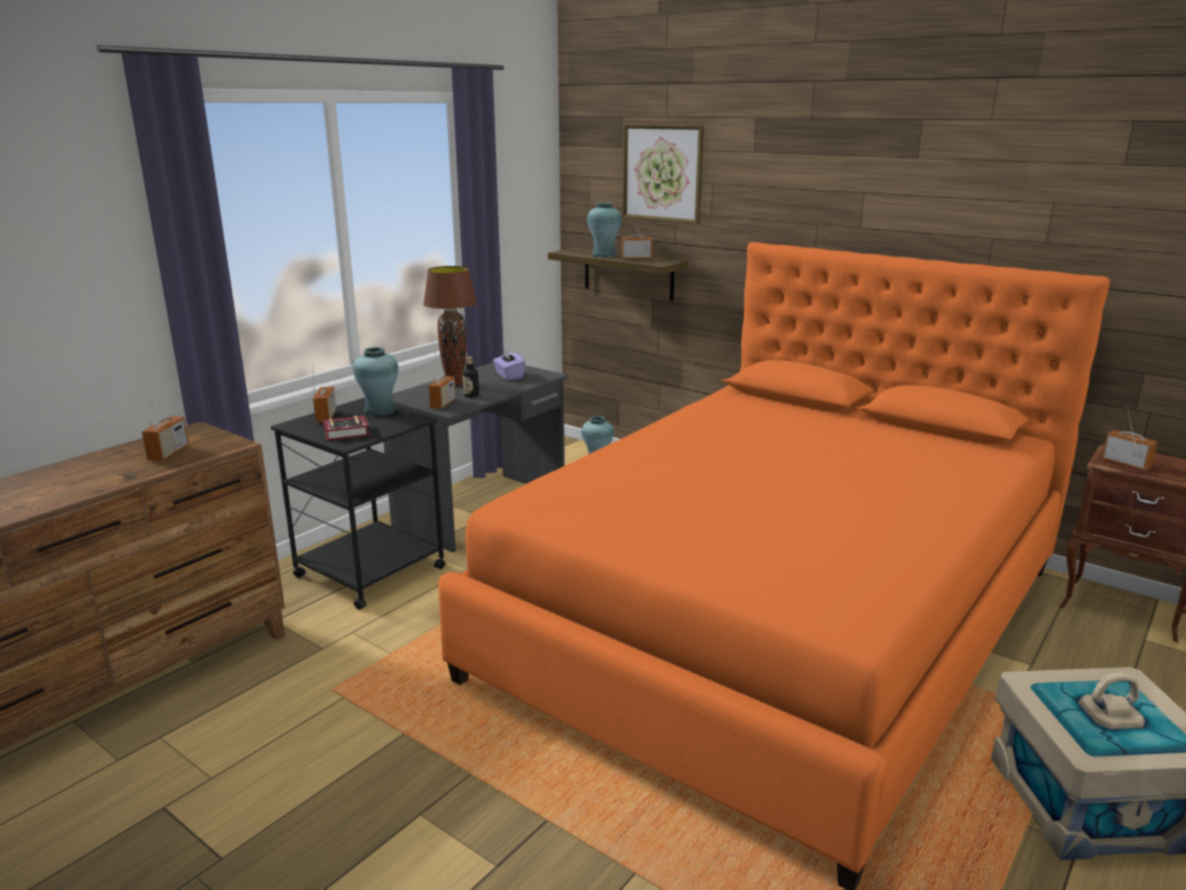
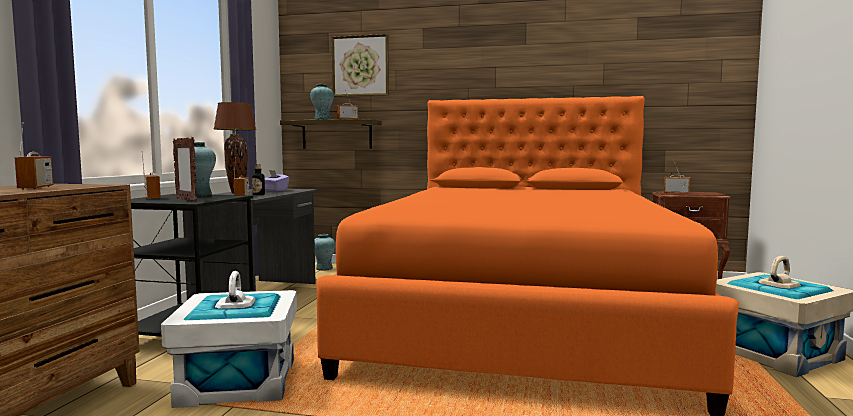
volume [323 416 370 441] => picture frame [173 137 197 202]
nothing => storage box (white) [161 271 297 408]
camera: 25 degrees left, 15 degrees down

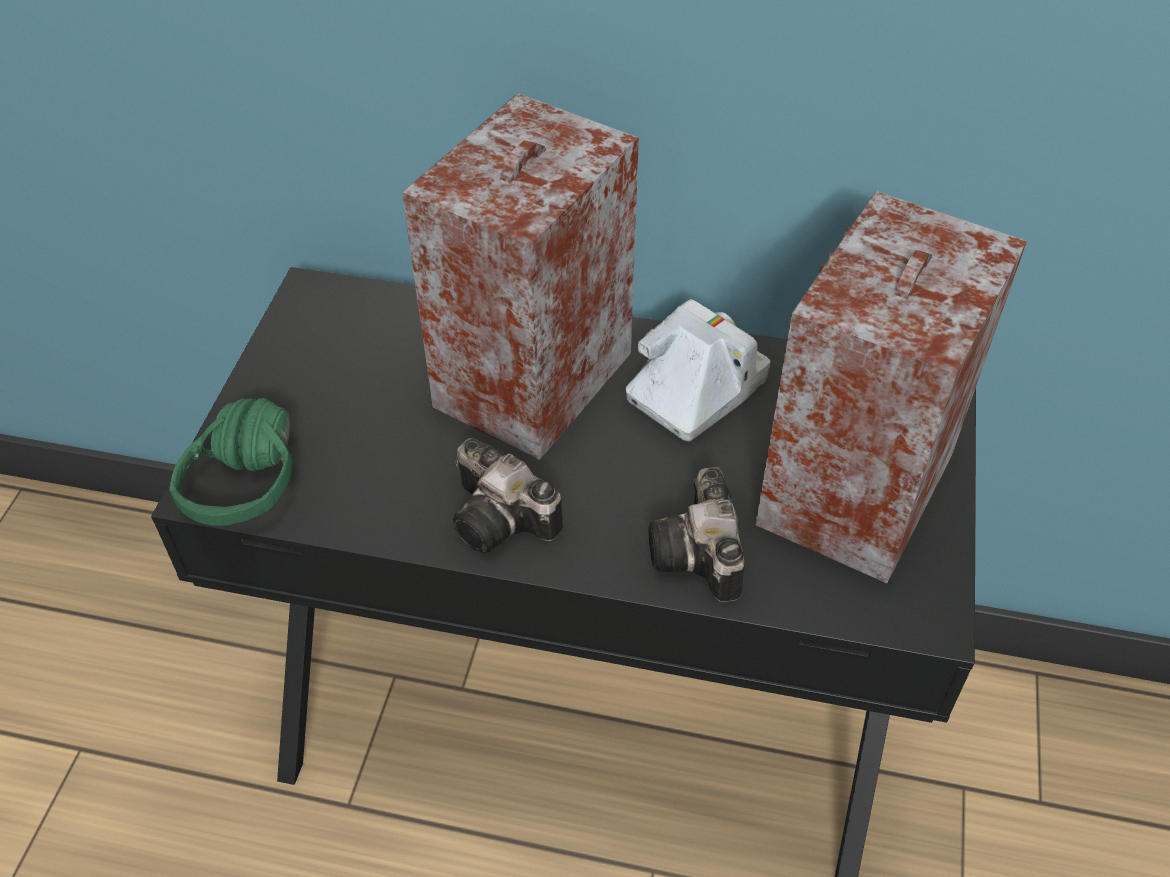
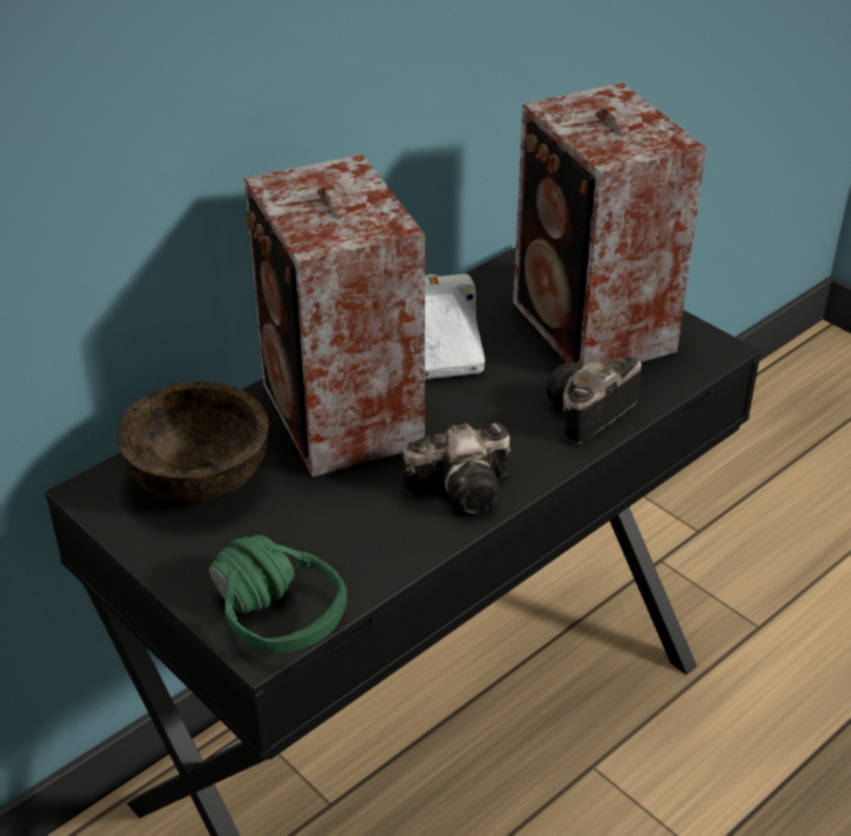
still camera [648 467 745 602] => still camera [546 357 641 444], 105 degrees clockwise
nothing => serving bowl (brownish) [116 382 269 503]
camera: 55 degrees left, 10 degrees down

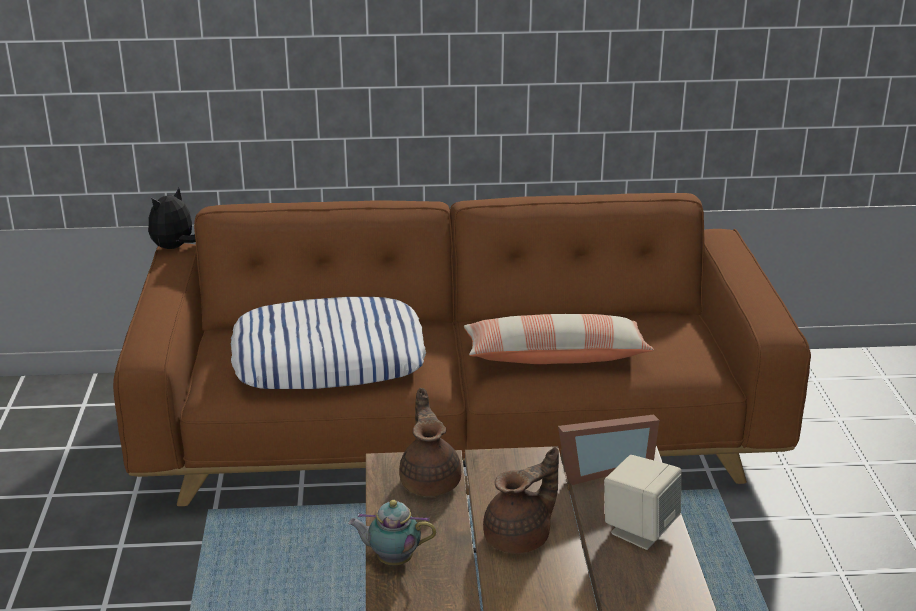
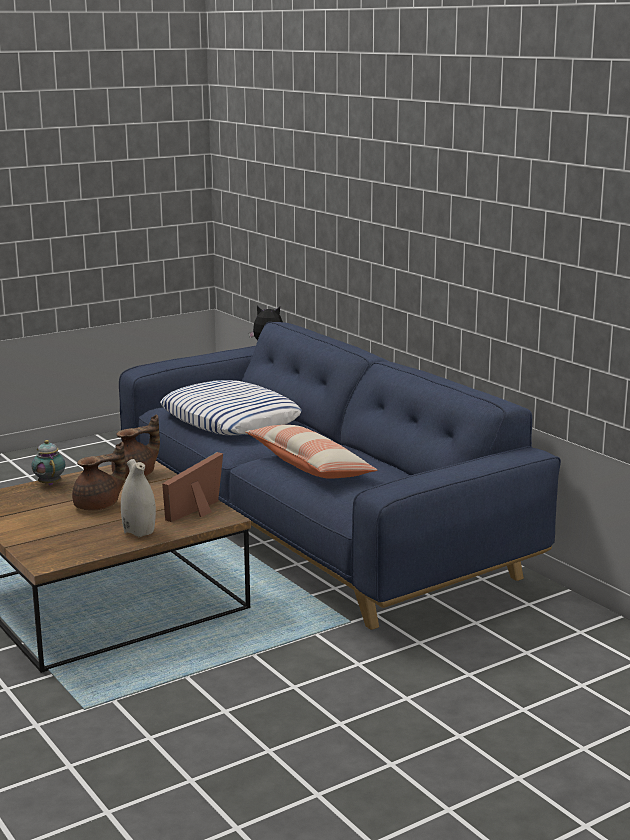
sofa (brownish) [113 193 811 506] => sofa (blue) [119 322 561 630]
tea pot (brownish) [483 447 559 554] => tea pot (brownish) [72 442 126 511], 60 degrees counterclockwise
picture frame [558 415 659 485] => picture frame [162 452 223 522], 90 degrees clockwise
loudspeaker (beige-coloured) [604 455 681 550] => flower vase (white) [121 459 156 537]
camera: 60 degrees right, 10 degrees down

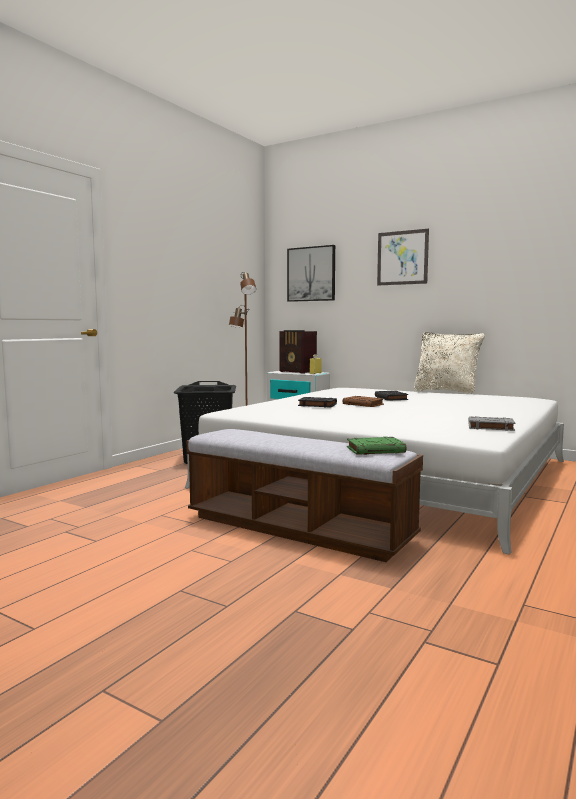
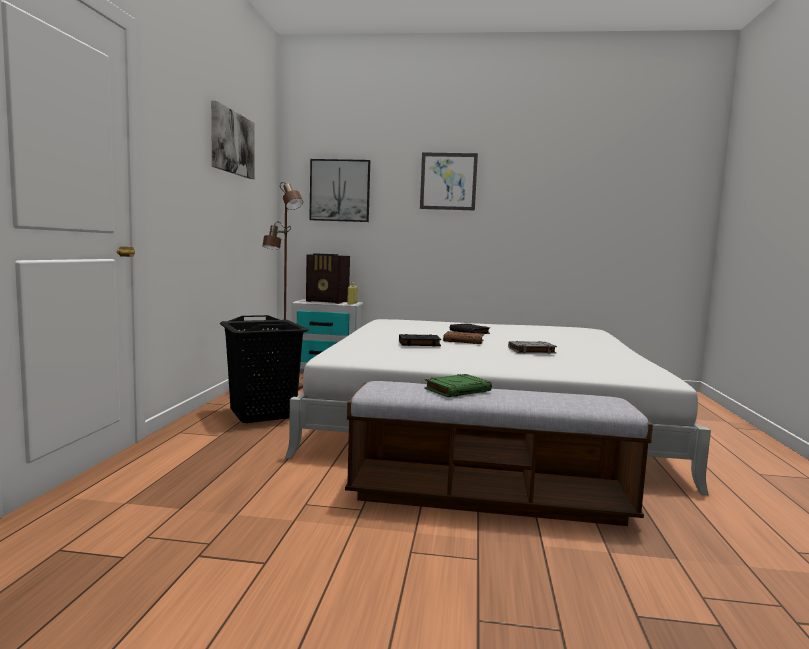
volume (green) [347 437 406 455] => volume (green) [424 374 492 397], move
throw pillow (beige-coloured) [414 332 485 394] => nothing
volume (greyish) [468 416 515 431] => volume (greyish) [508 341 557 354], move
nothing => wall art [211 101 255 179]
camera: 25 degrees left, 0 degrees up

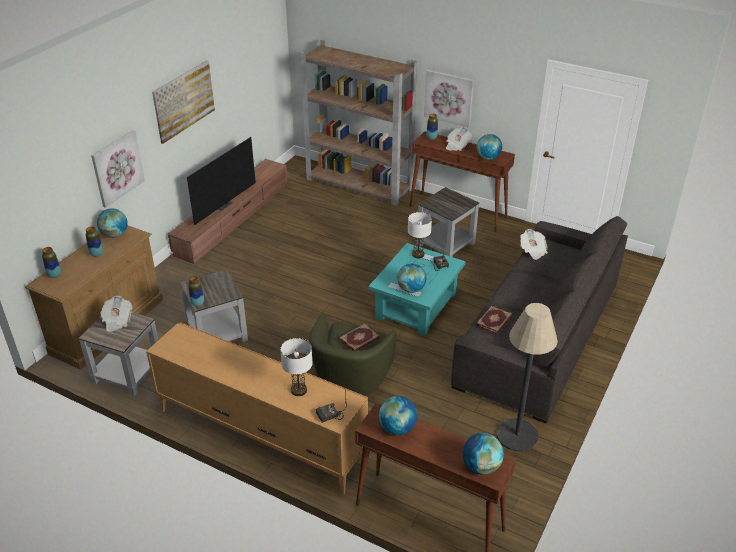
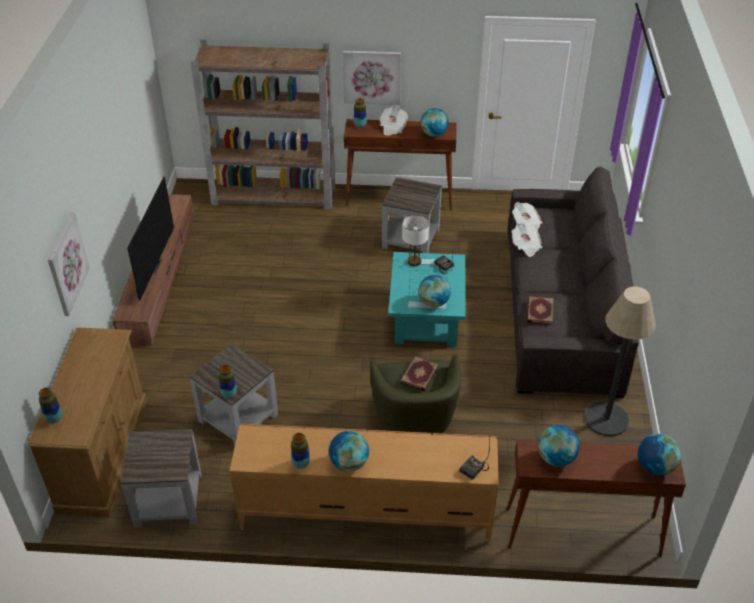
flower vase [86 226 103 257] => flower vase [291 433 310 469], move
world globe [97 208 128 238] => world globe [329 431 369 472], move
daily paper [100 296 132 332] => daily paper [512 222 542 257], move
wall art [152 61 215 144] => nothing
lamp for a table [280 338 312 396] => nothing
camera: 25 degrees left, 5 degrees up

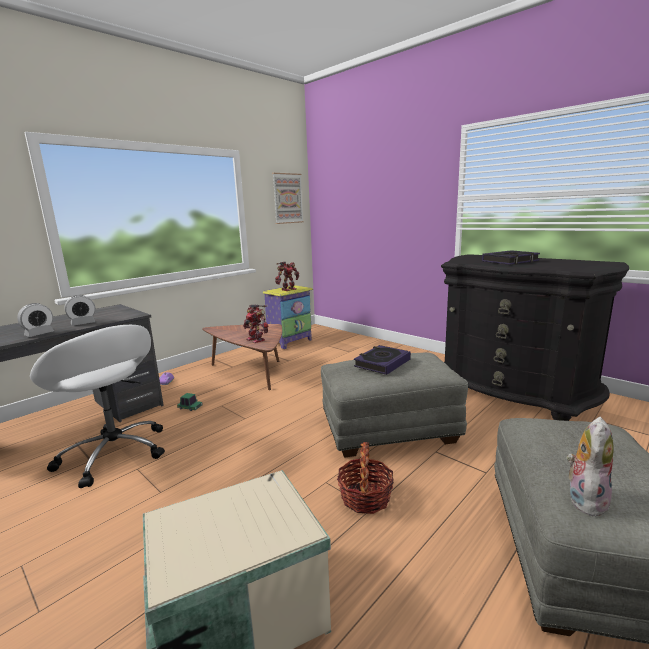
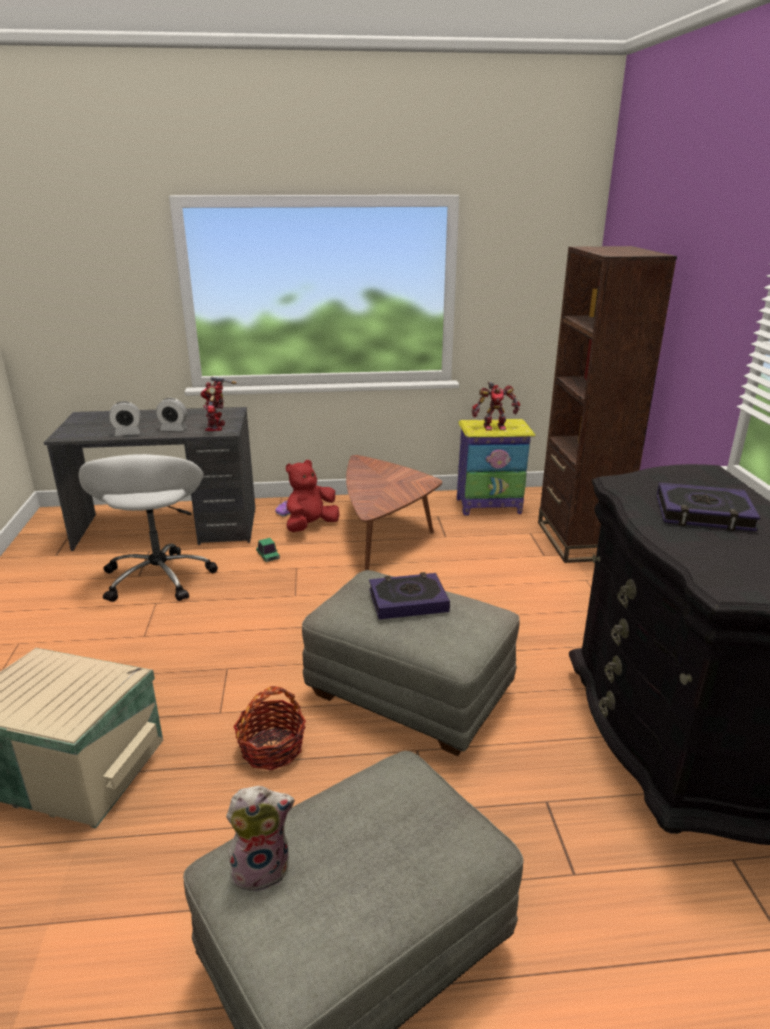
toy robot [243 305 268 343] => toy robot [201 377 237 431], move
wall art [272 173 304 224] => nothing
nothing => cuddly toy (reddish) [286 460 339 532]
nothing => bookshelf (brownish) [538 246 677 563]
camera: 40 degrees right, 10 degrees up

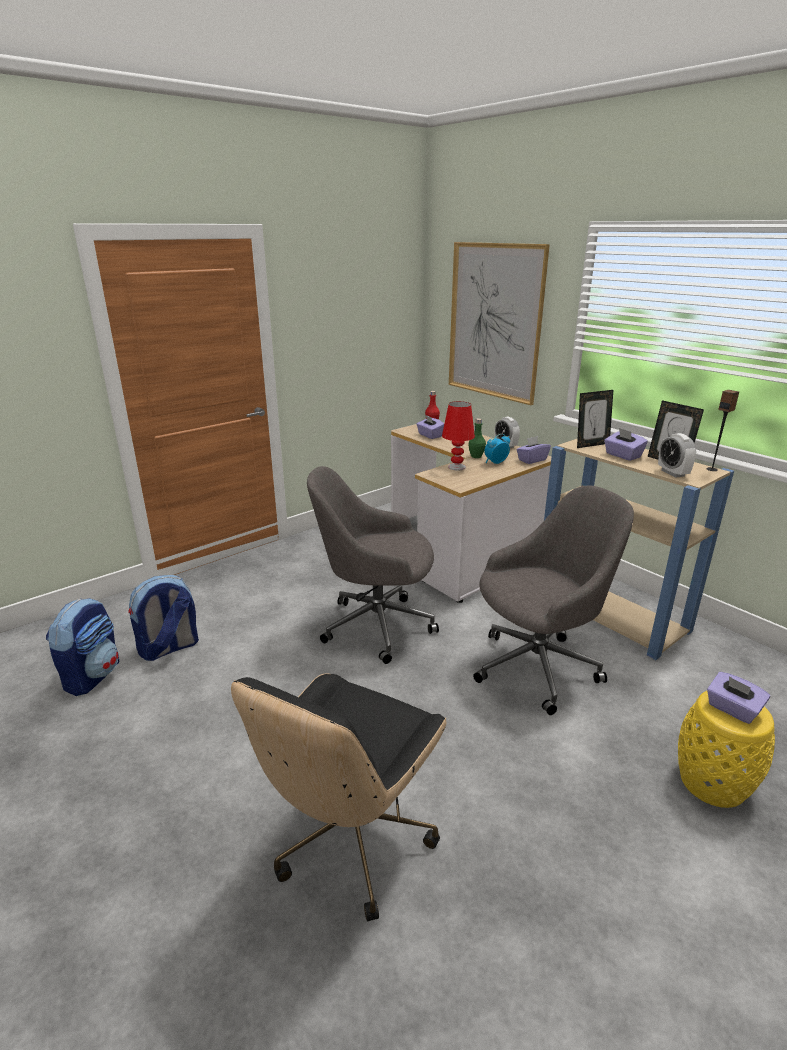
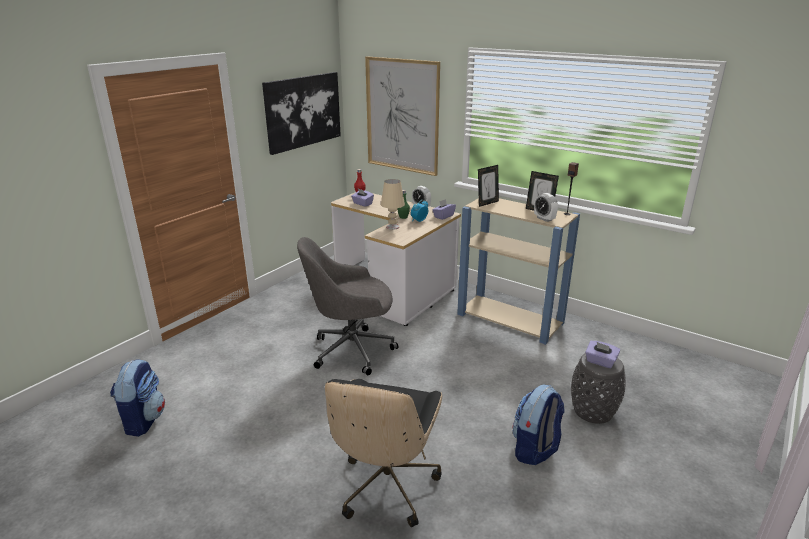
rucksack [128 575 199 661] => rucksack [512 384 565 465], move
lamp for a table (reddish) [442 401 475 470] => lamp for a table (beige-coloured) [381 179 405 230]
desk chair (greyish) [473 486 634 715] => nothing
tissue box (purple-coloured) [604 428 648 461] => nothing
stool (yellow) [678 691 775 808] => stool (greyish) [571 353 626 424]
nothing => wall art [262 72 341 155]
camera: 15 degrees left, 0 degrees up

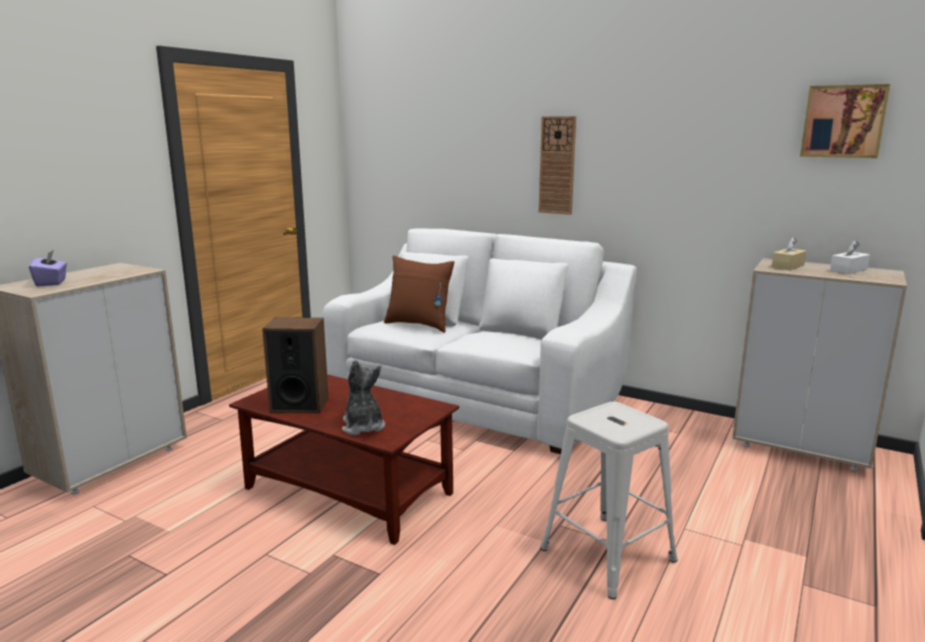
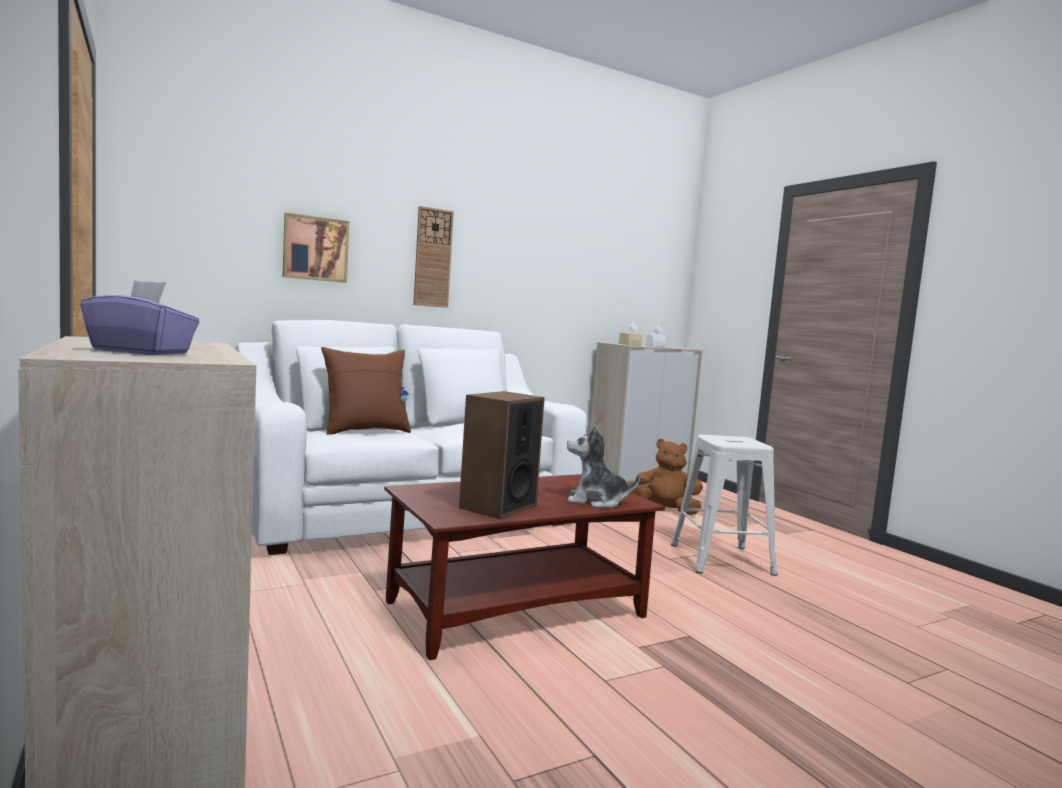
wall art [800 84 890 158] => wall art [283 213 349 283], move
nothing => cuddly toy (brownish) [632 439 703 515]
camera: 60 degrees left, 10 degrees down

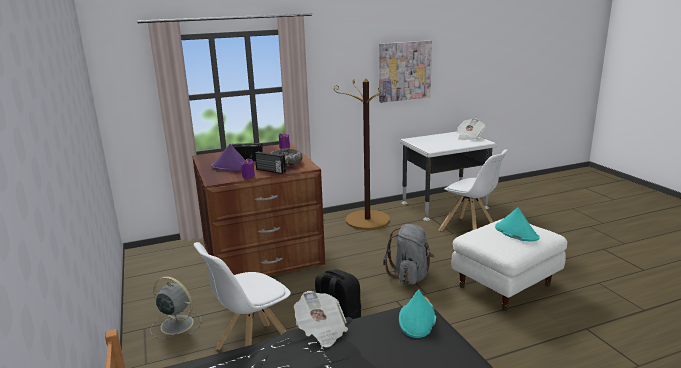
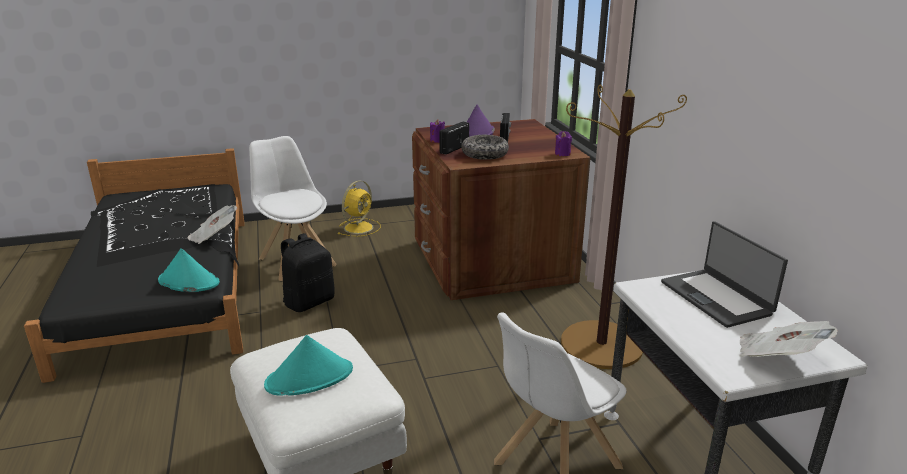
electric fan (greyish) [150 276 202 338] => electric fan (yellow) [338 180 381 237]
wall art [379 40 432 103] => nothing
rucksack (greyish) [383 224 434 285] => nothing
nothing => notebook computer [661 221 788 328]
camera: 95 degrees right, 5 degrees up

